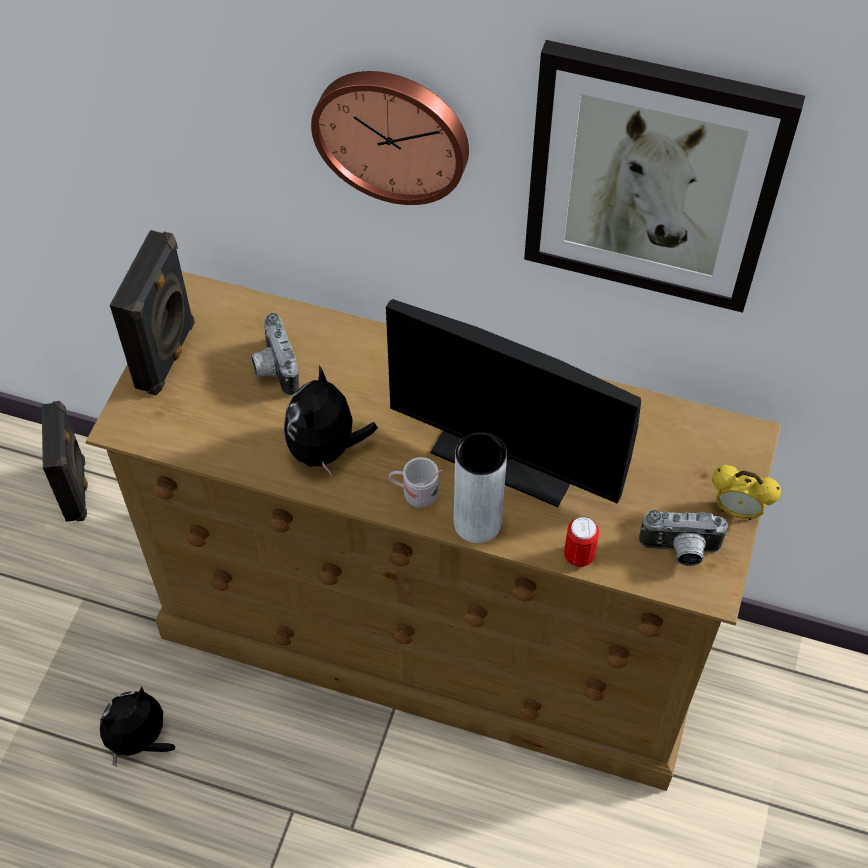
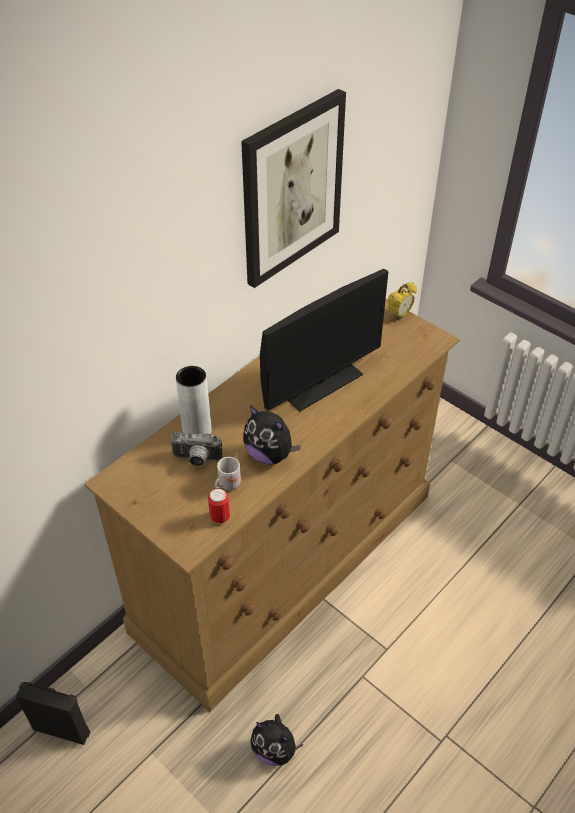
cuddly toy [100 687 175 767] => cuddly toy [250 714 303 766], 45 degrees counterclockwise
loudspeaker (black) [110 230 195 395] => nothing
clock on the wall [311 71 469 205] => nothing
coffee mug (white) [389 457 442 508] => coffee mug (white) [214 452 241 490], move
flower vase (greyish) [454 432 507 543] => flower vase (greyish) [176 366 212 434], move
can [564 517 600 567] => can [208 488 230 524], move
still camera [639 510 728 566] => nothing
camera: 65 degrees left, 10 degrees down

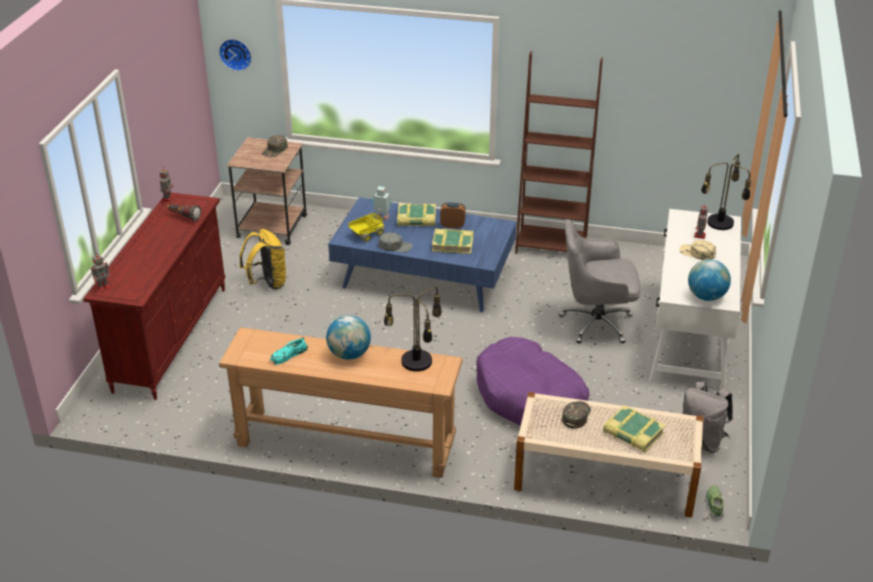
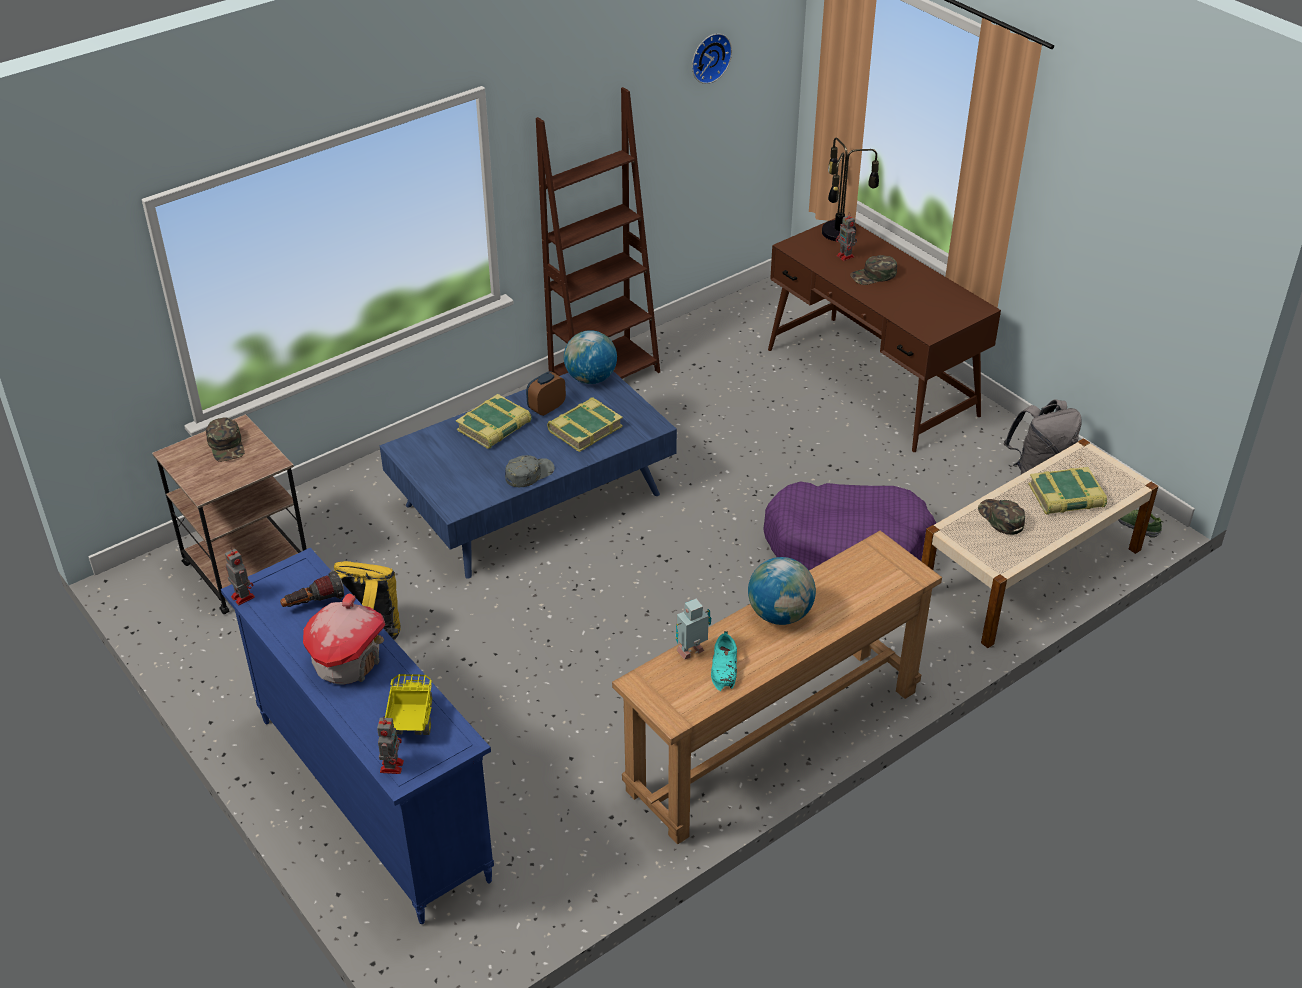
chest of drawers (reddish) [83 193 225 400] => chest of drawers (blue) [221 548 494 924]
clock on the wall [219 39 252 71] => clock on the wall [692 33 732 84], move
model truck [348 213 384 242] => model truck [385 674 432 735], move
toy robot [372 186 392 220] => toy robot [675 598 711 660], move
lamp for a table [384 286 441 372] => nothing
desk chair (greyish) [559 219 641 344] => nothing
desk (white) [649 209 741 390] => desk (brownish) [768 218 1001 452]
peaked cap (beige-coloured) [679 240 716 260] => peaked cap (green) [850 255 897 285]
world globe [688 259 731 301] => world globe [564 330 617 384], move
nothing => miniature house [303 594 385 684]
camera: 50 degrees left, 5 degrees up

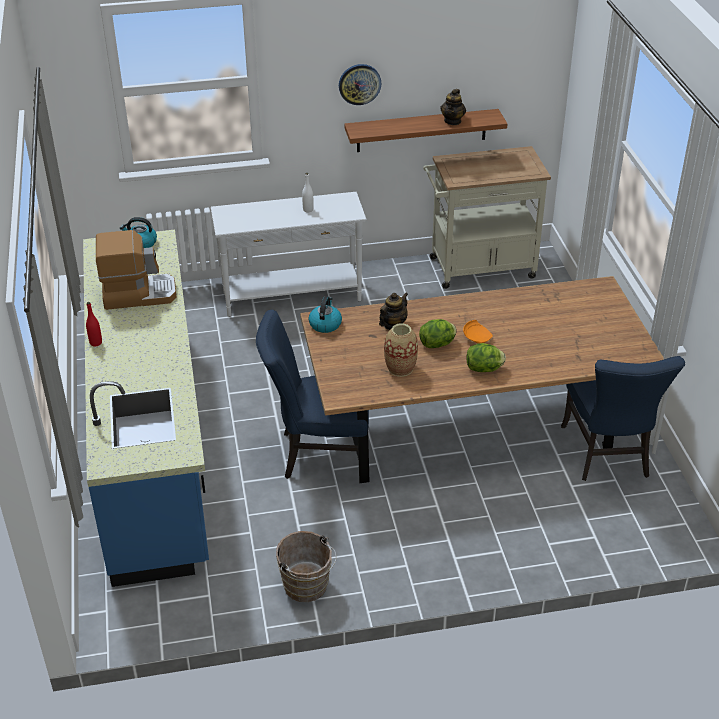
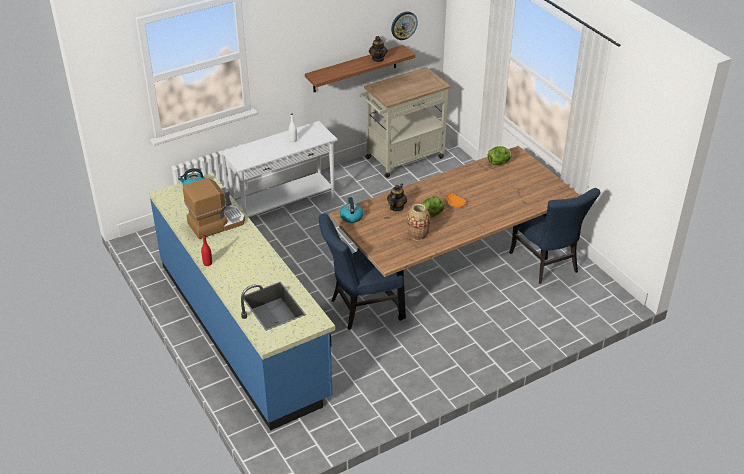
water bucket (brownish) [276 531 337 602] => nothing
clock on the wall [339 64 381 105] => clock on the wall [391 11 418 40], move
lettuce head [466 343 506 372] => lettuce head [487 146 512 165], move
camera: 20 degrees left, 0 degrees up

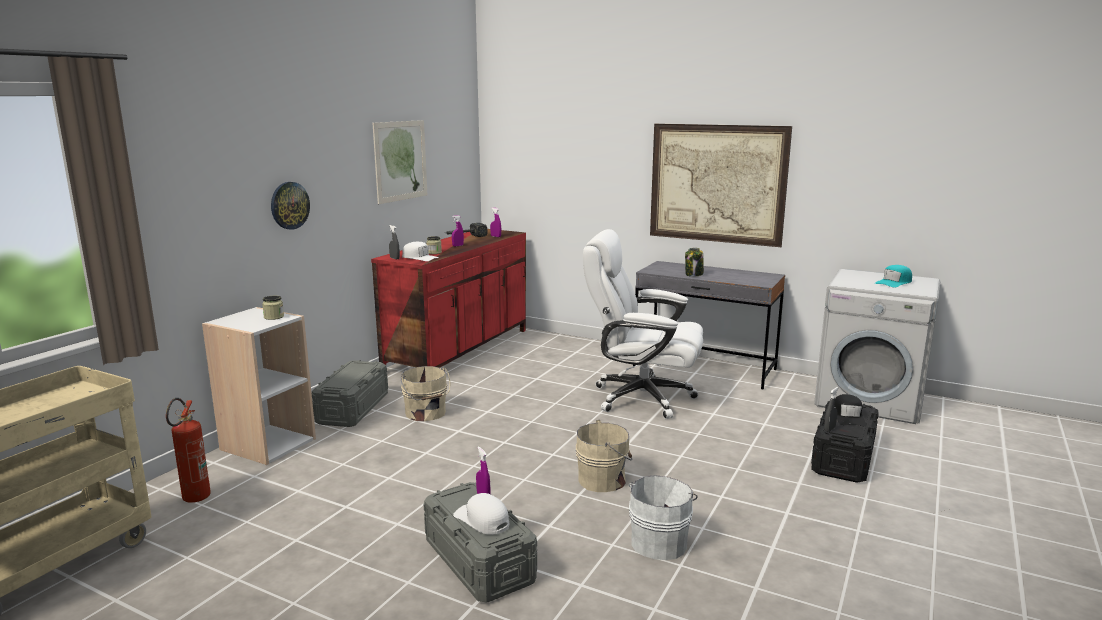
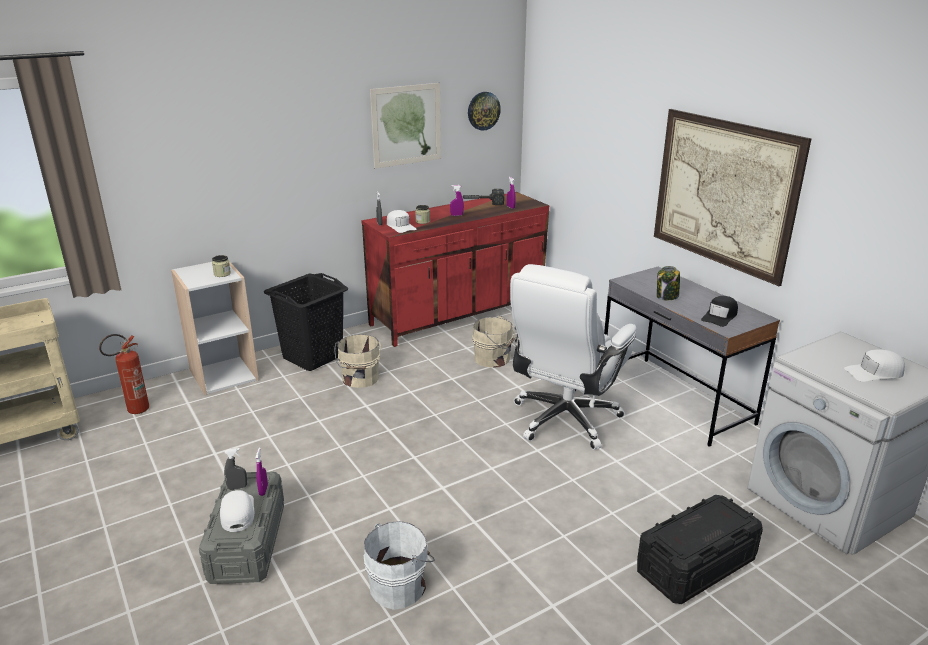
clock on the wall [271 182 310 230] => clock on the wall [468 92 501 131], move
storage box (greyish) [312 360 388 427] => hamper (black) [264 273 348 371]
water bucket (beige-coloured) [576 420 632 492] => water bucket (beige-coloured) [472 316 515 368], move
desk chair (white) [583 229 703 419] => desk chair (white) [510 264 636 450], 105 degrees counterclockwise
sprayer (greyish) [824 387 838 432] => sprayer (greyish) [224 448 247 490], move
peaked cap (black) [834 394 867 426] => peaked cap (black) [701 296 738 327], move
peaked cap (turquoise-coloured) [875 265 912 287] => peaked cap (white) [844 349 905 382]
camera: 30 degrees right, 10 degrees up

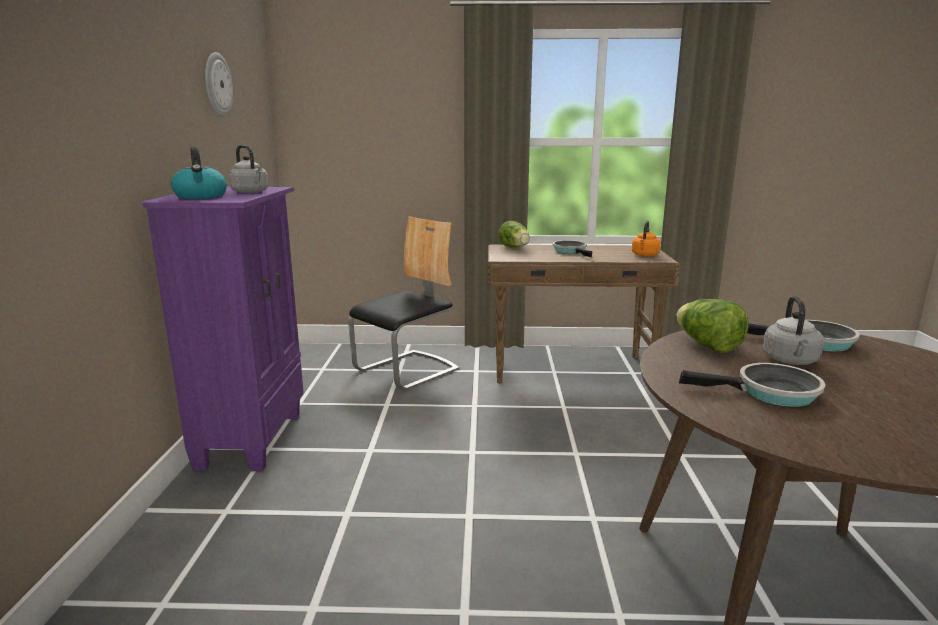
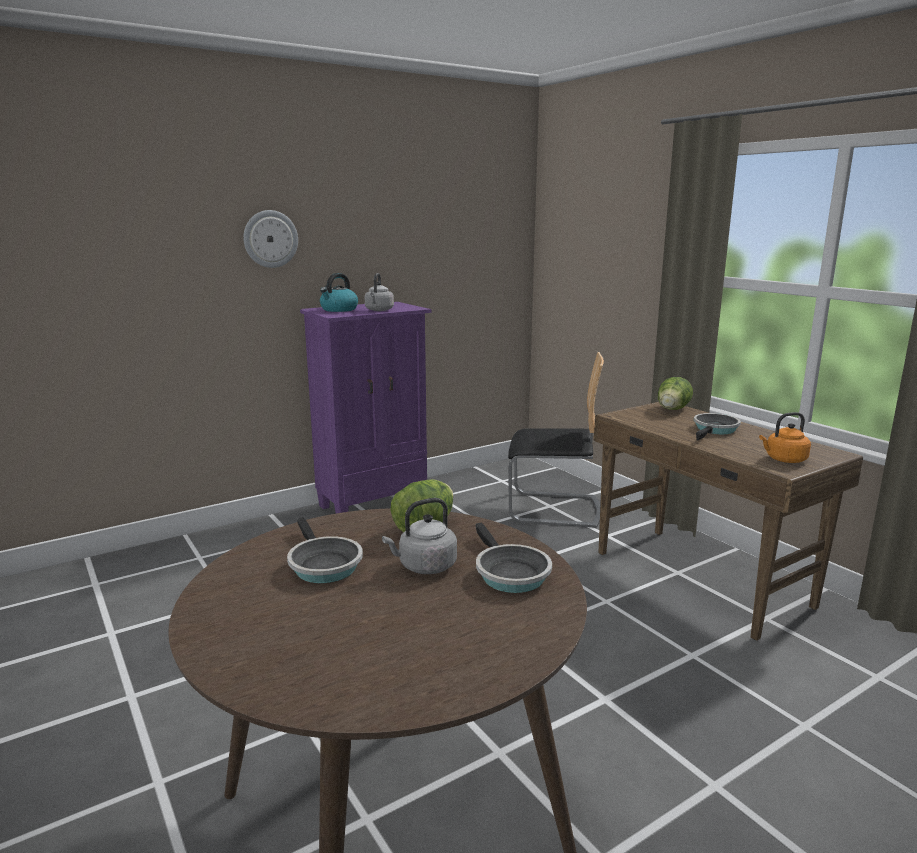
clock on the wall [205 52 233 116] => clock on the wall [243 210 298 268], move
camera: 55 degrees right, 0 degrees up

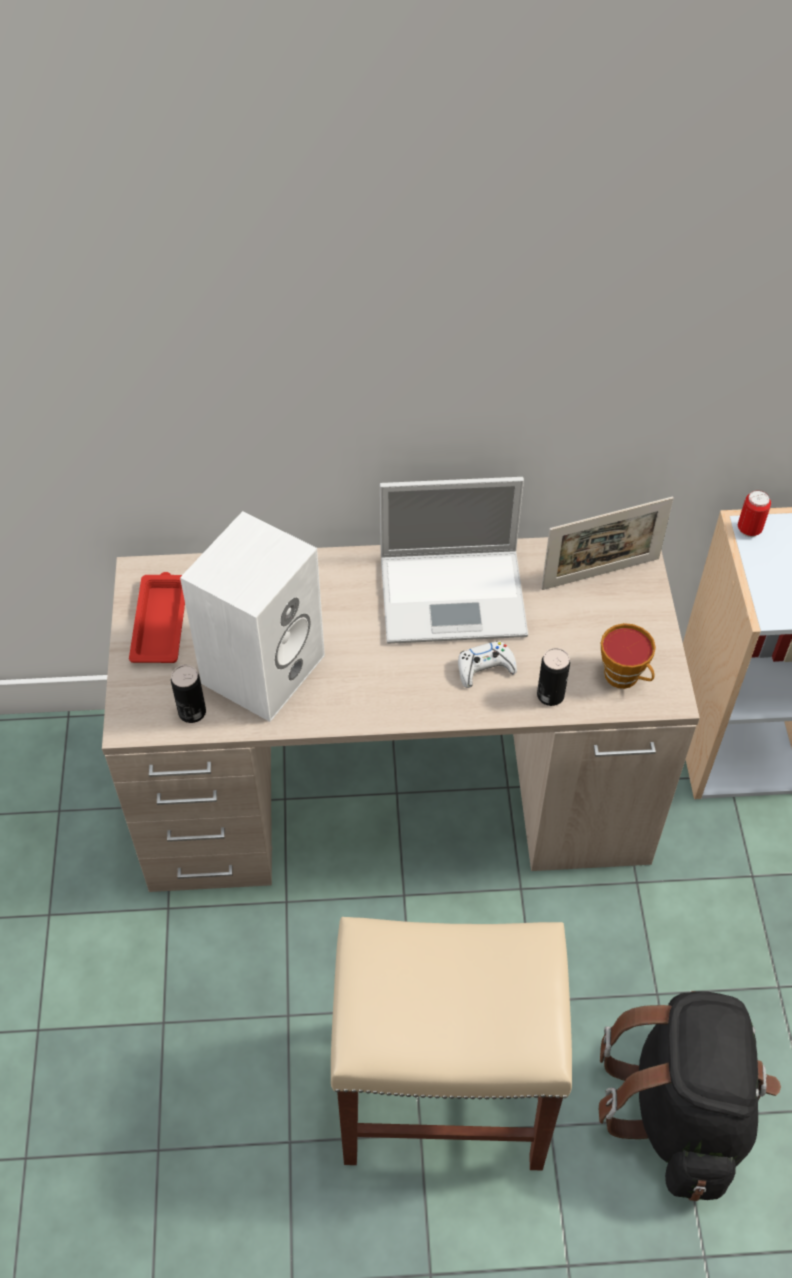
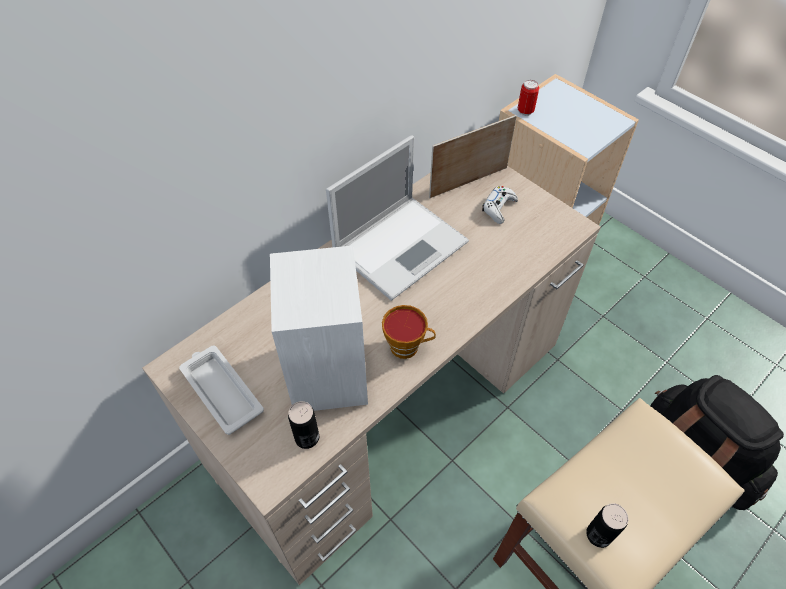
carrying tray (reddish) [129 572 185 663] => carrying tray (white) [179 345 264 435]
game controller (white) [458 641 517 688] => game controller (white) [482 186 518 224], move
can [537 648 570 706] => can [586 503 628 548], move
picture frame [541 496 674 590] => picture frame [429 115 517 198], 150 degrees counterclockwise
drinking cup [601 623 656 689] => drinking cup [382 305 436 359], move
camera: 40 degrees left, 0 degrees up

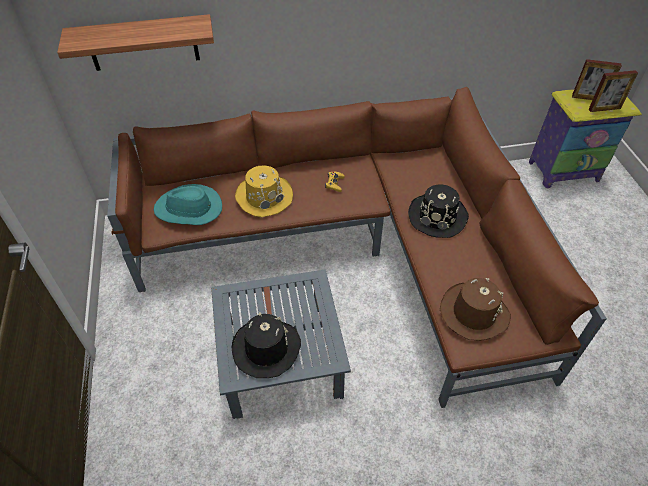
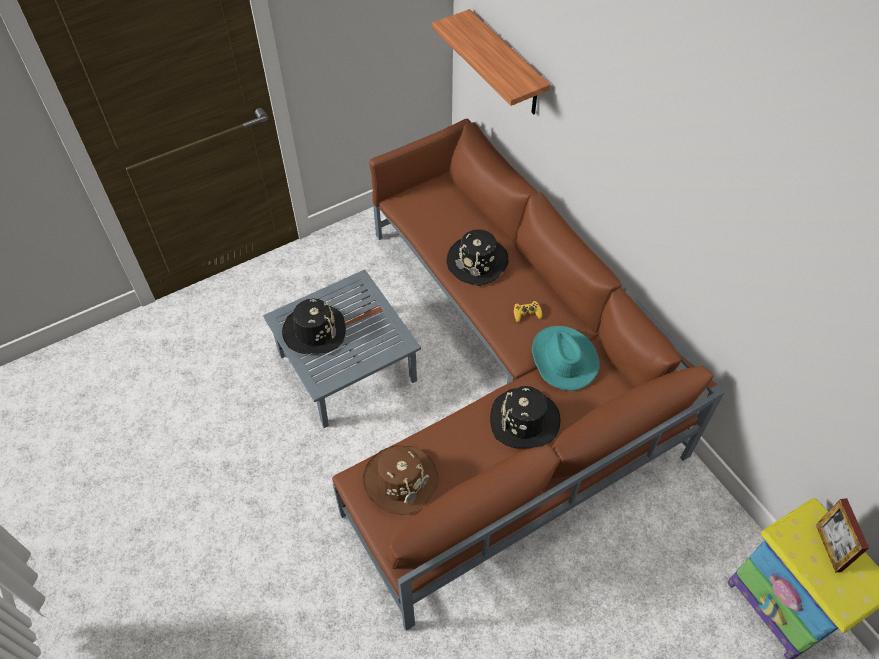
hat (turquoise-coloured) [154 184 222 225] => hat (turquoise-coloured) [532 326 600 391], move
hat (yellow) [235 165 293 217] => hat (black) [447 229 508 286]
picture frame [589 70 638 112] => nothing
camera: 70 degrees right, 5 degrees up

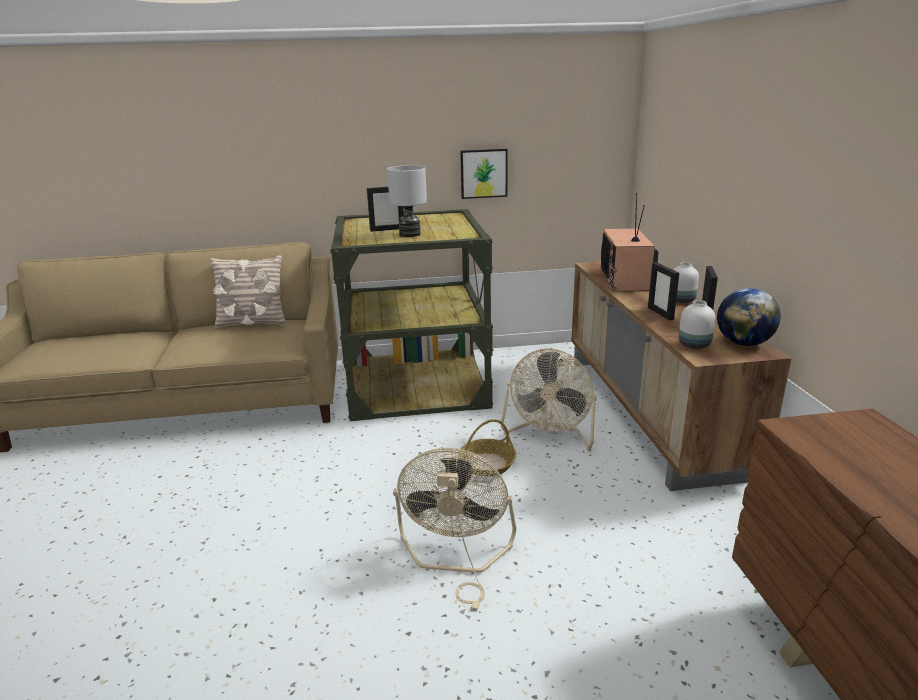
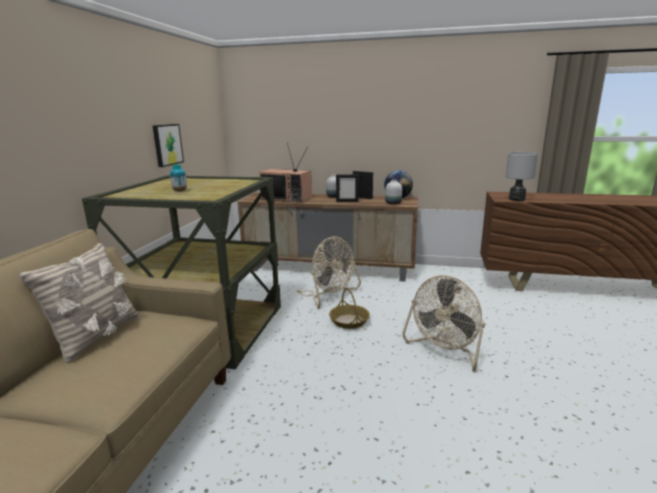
picture frame [367 187 404 232] => flower vase [170 164 187 192]
lamp for a table (greyish) [387 165 427 237] => lamp for a table (greyish) [505 152 538 201], move
electric fan (beige-coloured) [393 448 516 612] => electric fan (beige-coloured) [403 275 485 372], 75 degrees counterclockwise
camera: 70 degrees left, 5 degrees down

